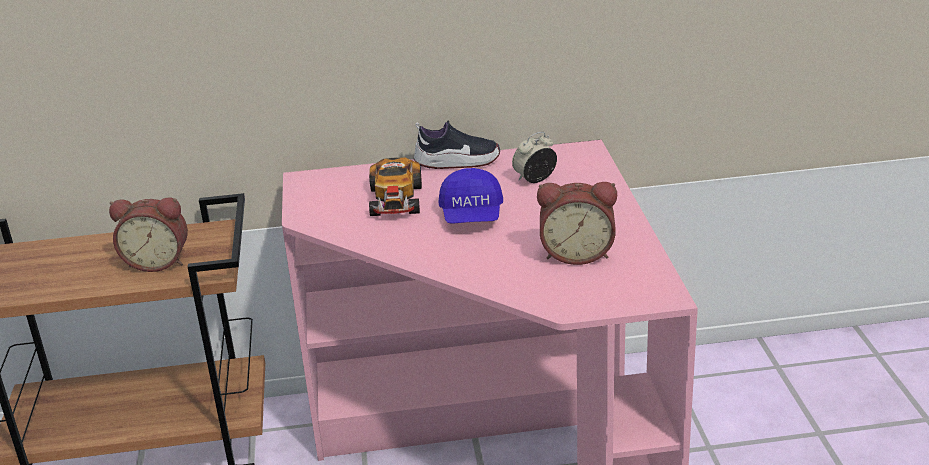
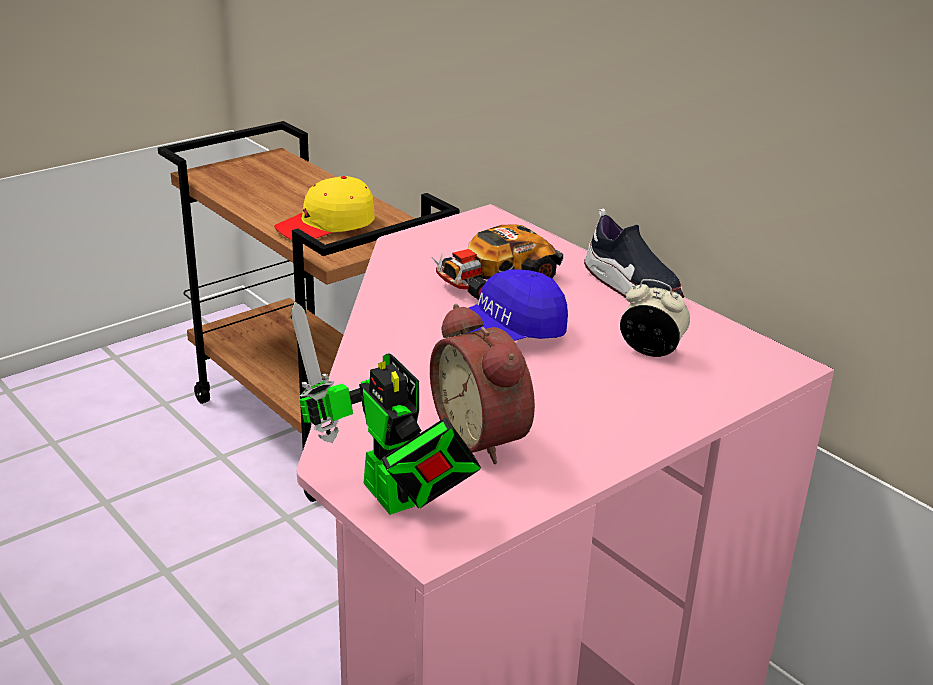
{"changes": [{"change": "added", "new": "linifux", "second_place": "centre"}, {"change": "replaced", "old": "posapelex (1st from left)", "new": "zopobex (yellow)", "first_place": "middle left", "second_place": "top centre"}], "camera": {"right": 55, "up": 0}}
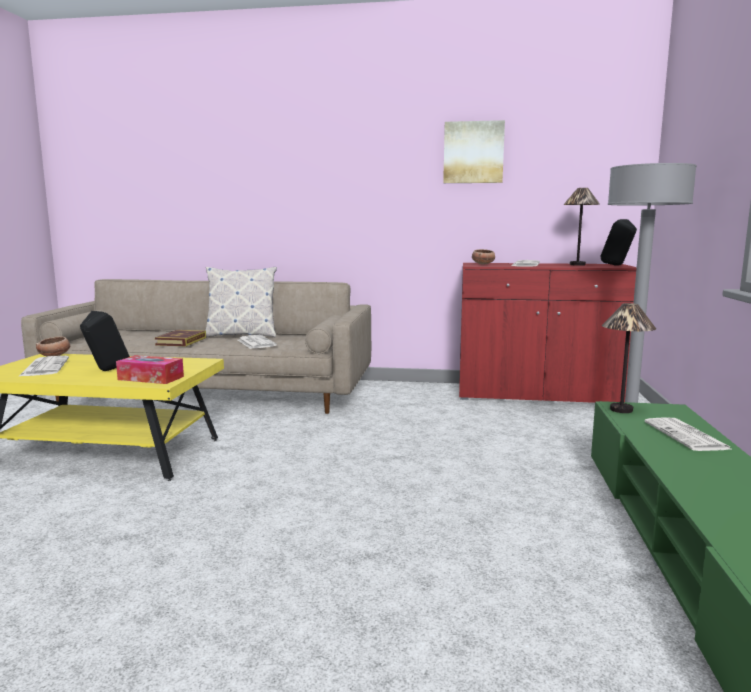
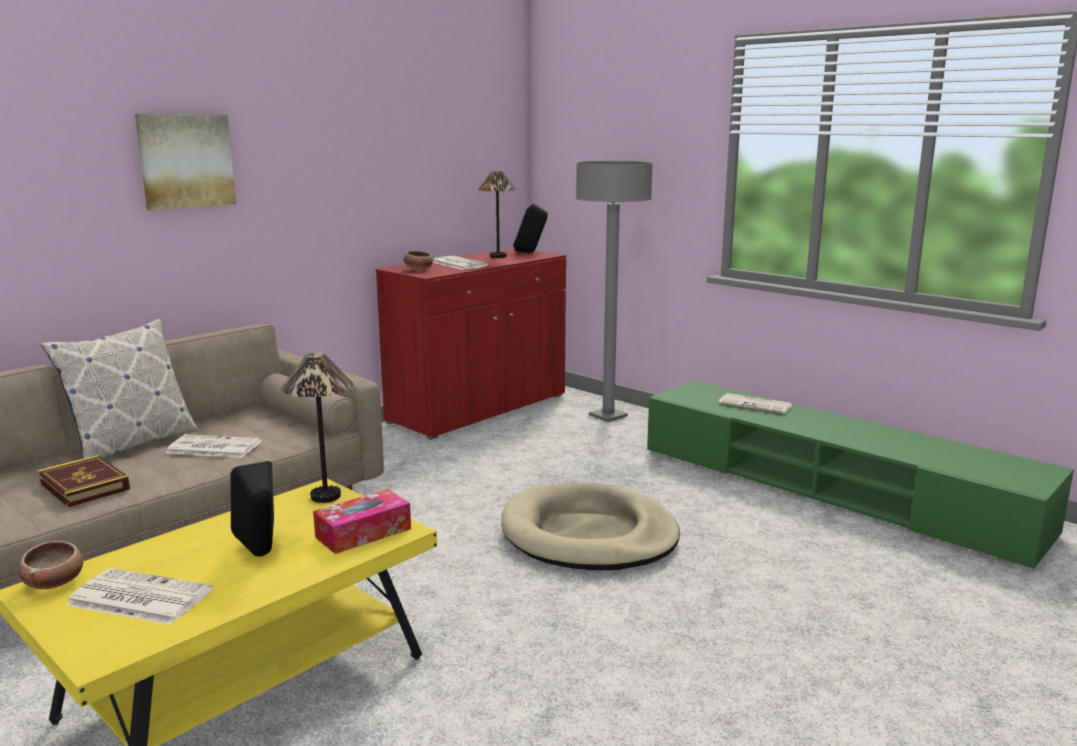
{"changes": [{"change": "added", "new": "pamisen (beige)", "second_place": "bottom centre"}, {"change": "moved", "old": "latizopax", "first_place": "top centre", "second_place": "top left"}, {"change": "moved", "old": "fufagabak (2nd from left in the first image)", "new": "fufagabak (1st from left)", "first_place": "middle right", "second_place": "middle left"}], "camera": {"right": -55, "up": 5}}
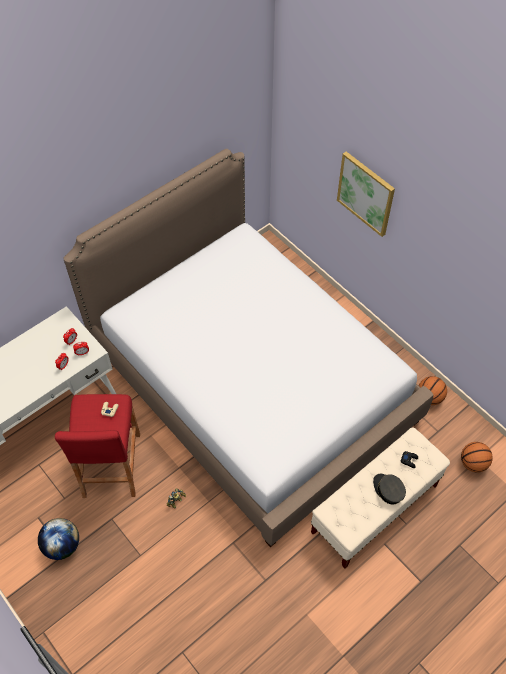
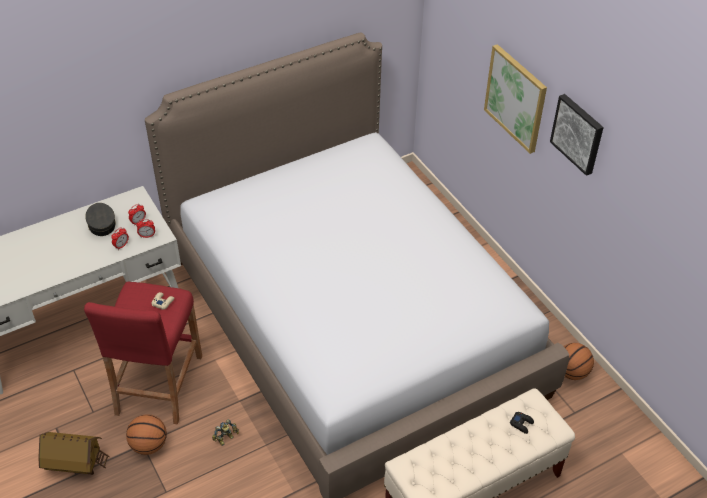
{"changes": [{"change": "added", "new": "latizopax (2nd from left)", "second_place": "top right"}, {"change": "moved", "old": "zopobex (grey)", "first_place": "bottom right", "second_place": "middle left"}, {"change": "moved", "old": "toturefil (2nd from left in the first image)", "new": "toturefil (1st from left)", "first_place": "bottom right", "second_place": "bottom left"}, {"change": "replaced", "old": "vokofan", "new": "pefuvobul", "first_place": "bottom left", "second_place": "bottom left"}], "camera": {"right": 10, "up": -10}}
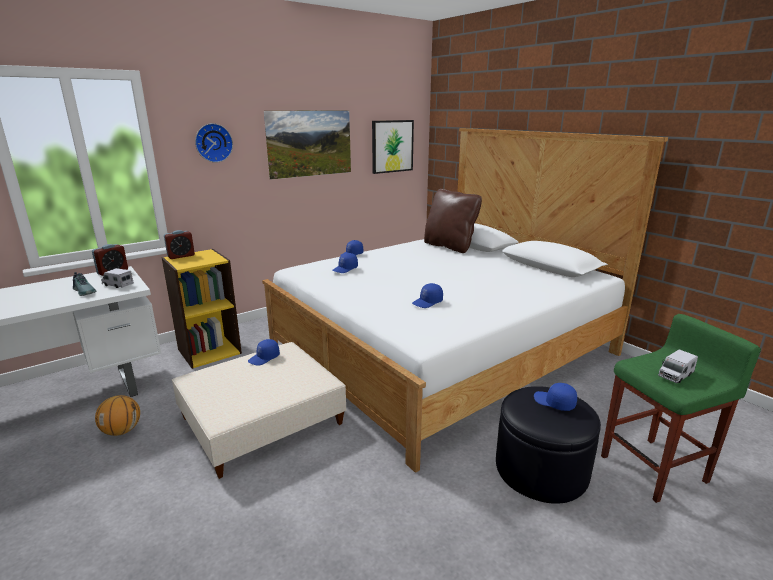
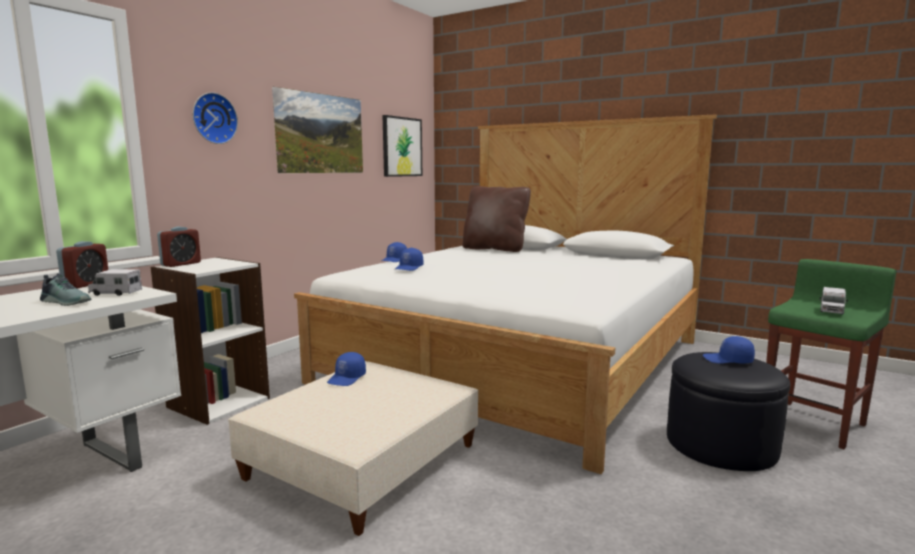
{"changes": [{"change": "removed", "old": "toturefil", "first_place": "bottom left"}, {"change": "removed", "old": "zopobex (blue) (4th from left)", "first_place": "centre"}, {"change": "recoloured", "old": "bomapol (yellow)", "new": "bomapol (white)", "first_place": "middle left", "second_place": "middle left"}], "camera": {"right": -20, "up": -10}}
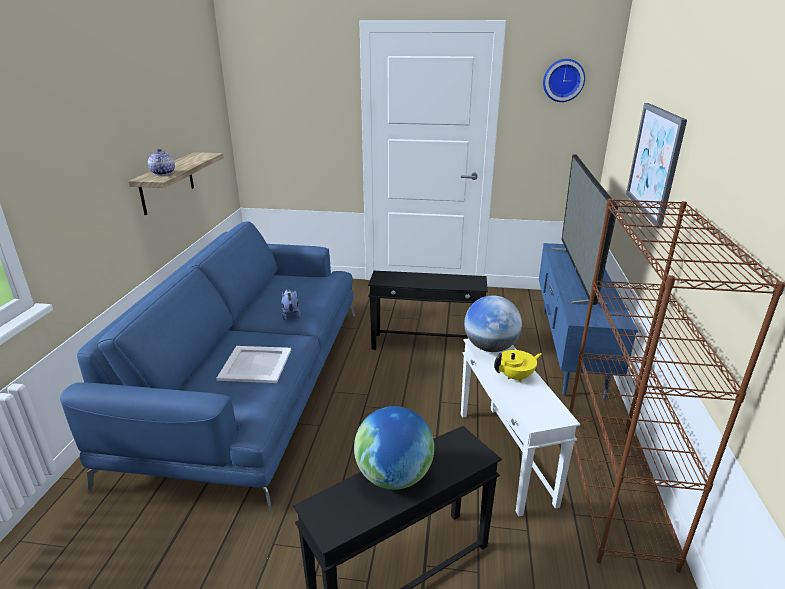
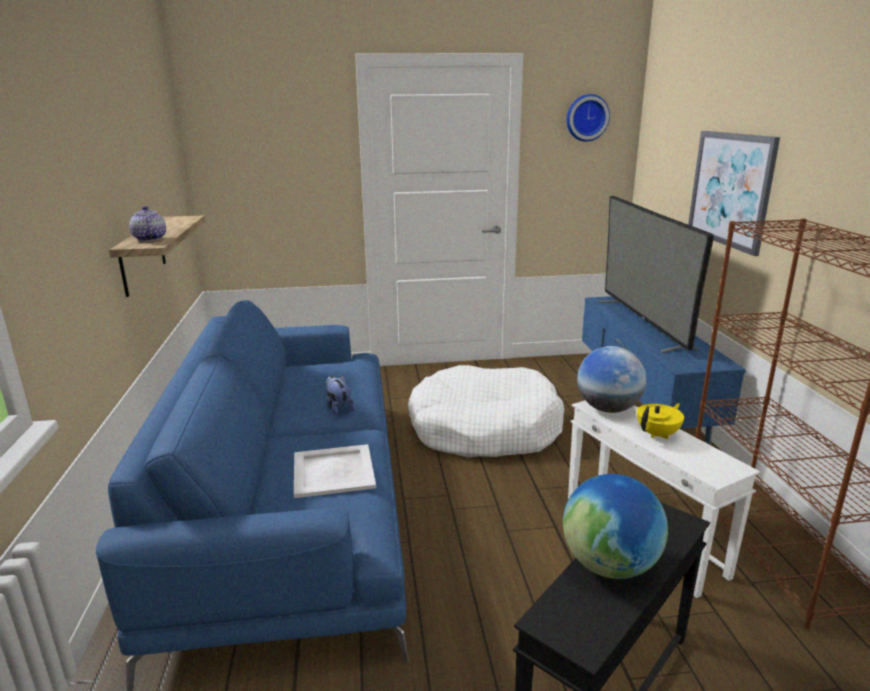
{"changes": [{"change": "replaced", "old": "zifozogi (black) (2nd from left)", "new": "pamisen (white)", "first_place": "centre", "second_place": "centre"}], "camera": {"right": -15, "up": -5}}
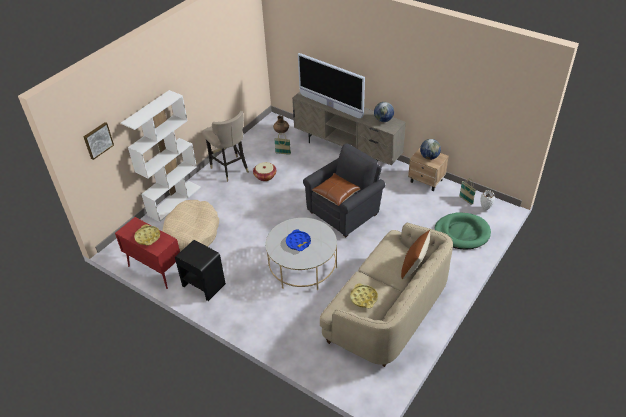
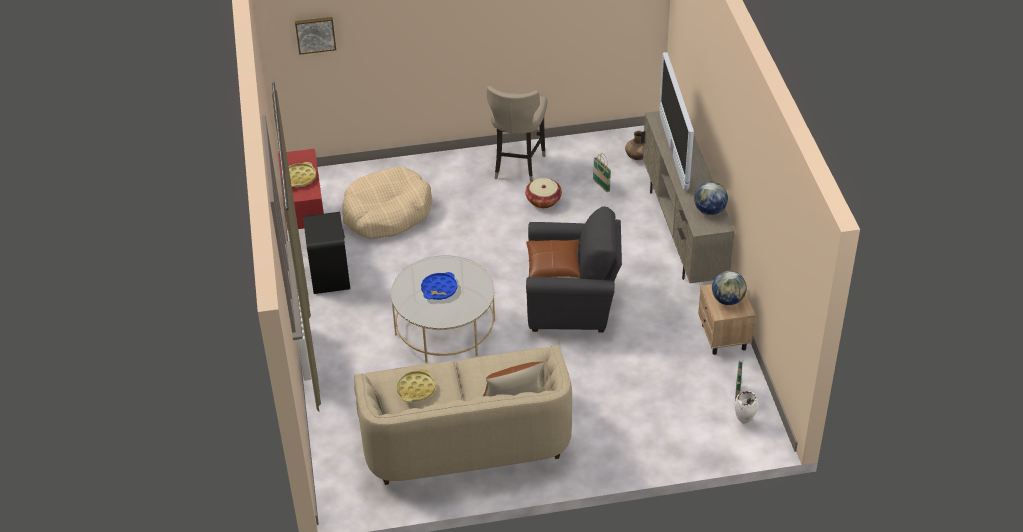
{"changes": [{"change": "removed", "old": "bomapol (white)", "first_place": "middle left"}, {"change": "removed", "old": "pamisen (green)", "first_place": "middle right"}], "camera": {"right": 45, "up": 0}}
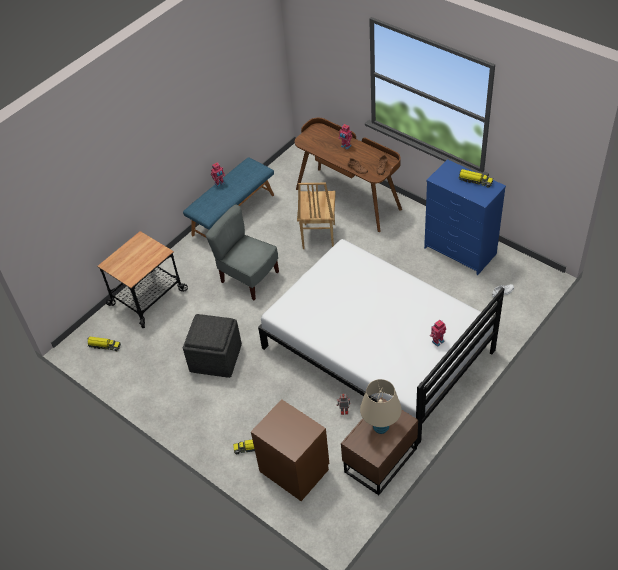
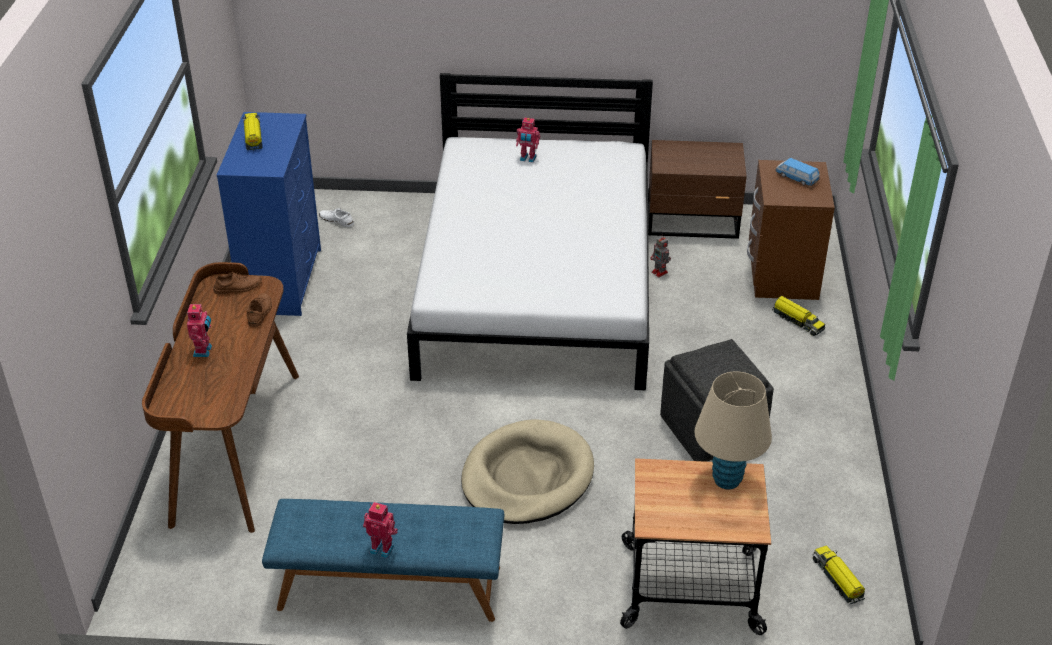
{"changes": [{"change": "removed", "old": "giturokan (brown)", "first_place": "centre"}, {"change": "added", "new": "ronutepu", "second_place": "top right"}, {"change": "moved", "old": "fufagabak (beige)", "first_place": "bottom centre", "second_place": "bottom right"}, {"change": "replaced", "old": "giturokan (grey)", "new": "pamisen (beige)", "first_place": "centre", "second_place": "bottom centre"}], "camera": {"right": -130, "up": -10}}
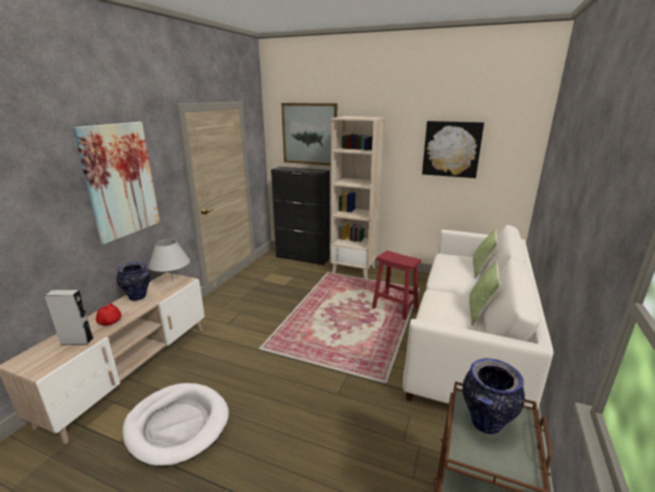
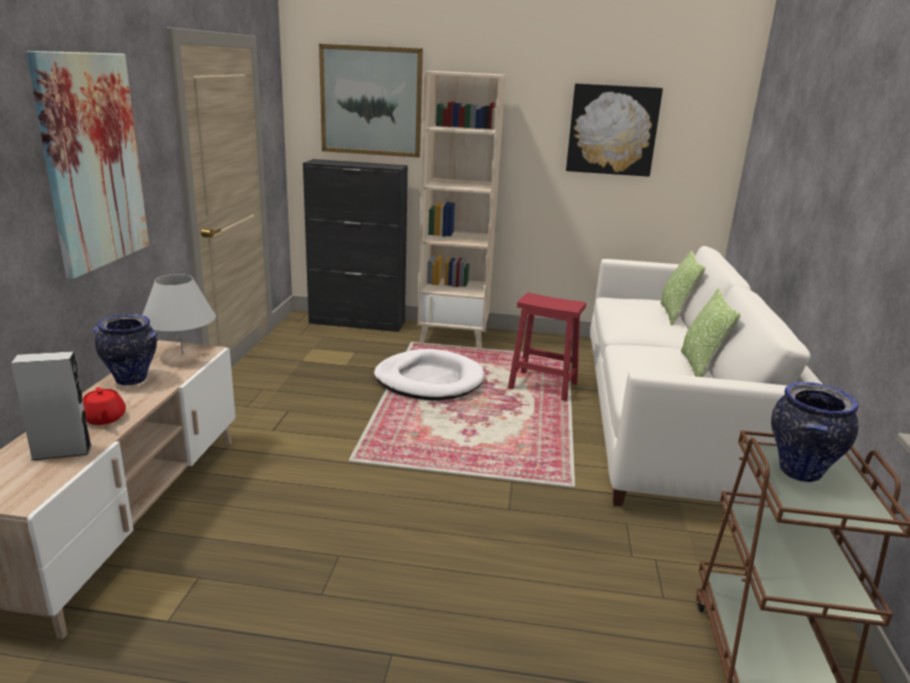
{"changes": [{"change": "moved", "old": "pamisen (white)", "first_place": "bottom left", "second_place": "centre"}], "camera": {"right": -15, "up": 0}}
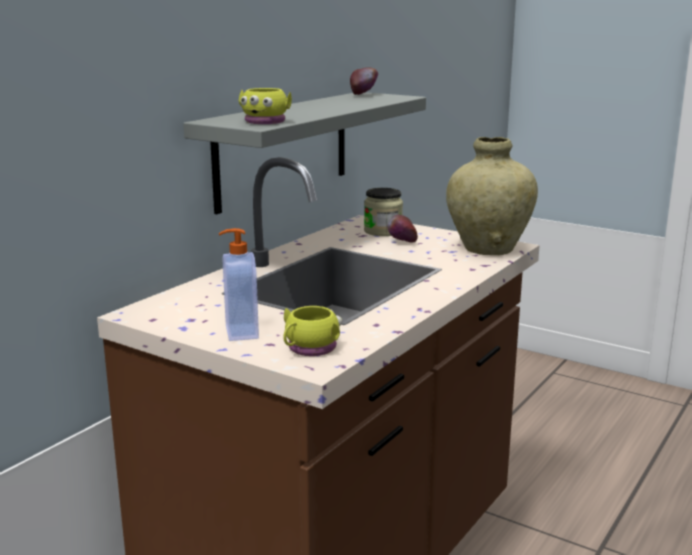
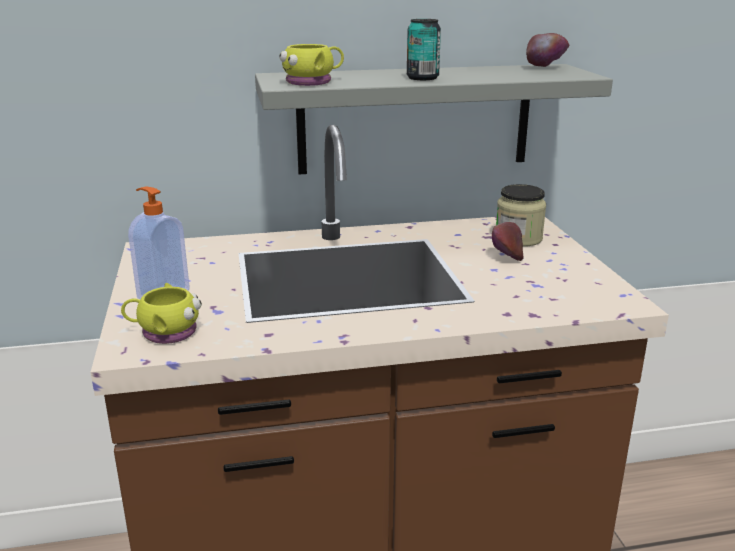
{"changes": [{"change": "removed", "old": "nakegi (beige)", "first_place": "middle right"}, {"change": "added", "new": "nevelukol", "second_place": "top centre"}], "camera": {"right": 45, "up": 5}}
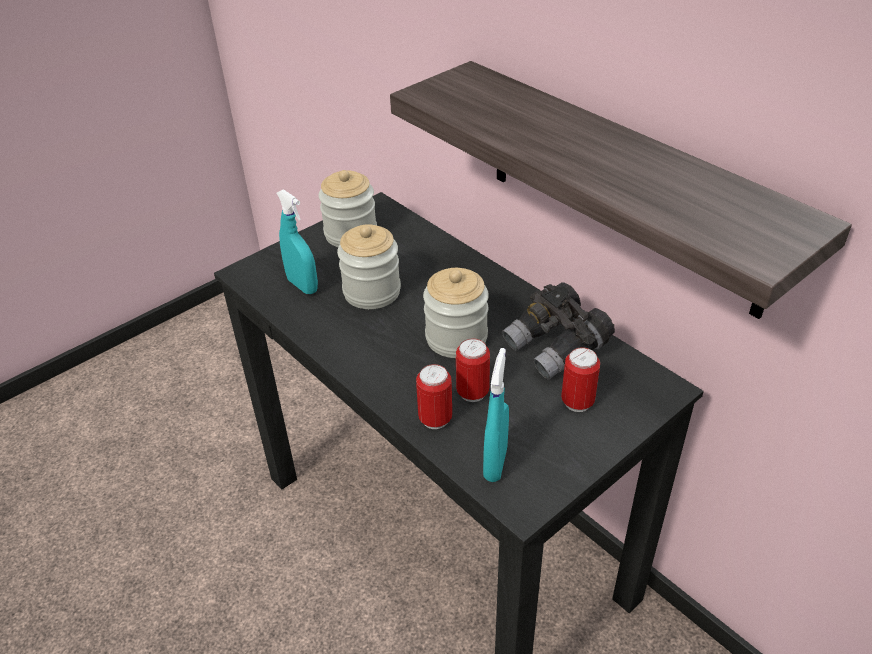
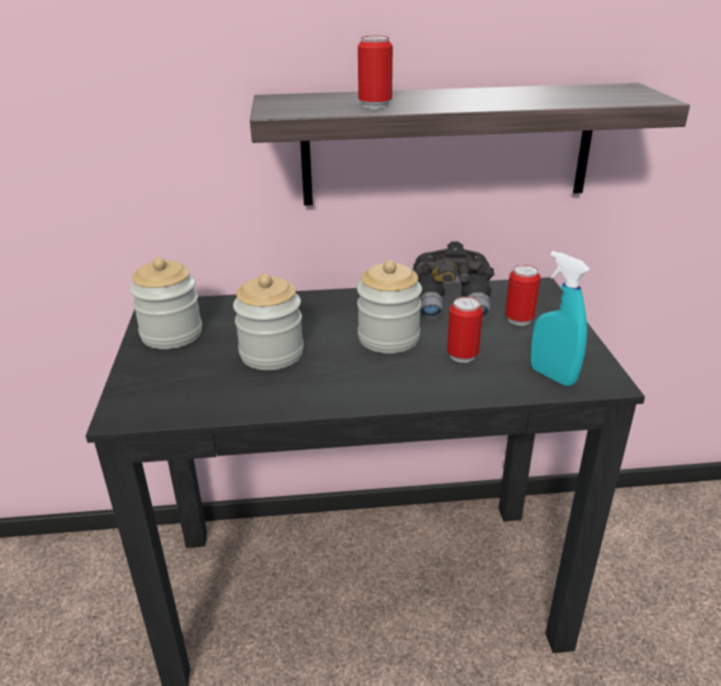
{"changes": [{"change": "removed", "old": "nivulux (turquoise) (1st from left)", "first_place": "centre"}, {"change": "moved", "old": "nevelukol (1st from left)", "first_place": "centre", "second_place": "top centre"}], "camera": {"right": -55, "up": -10}}
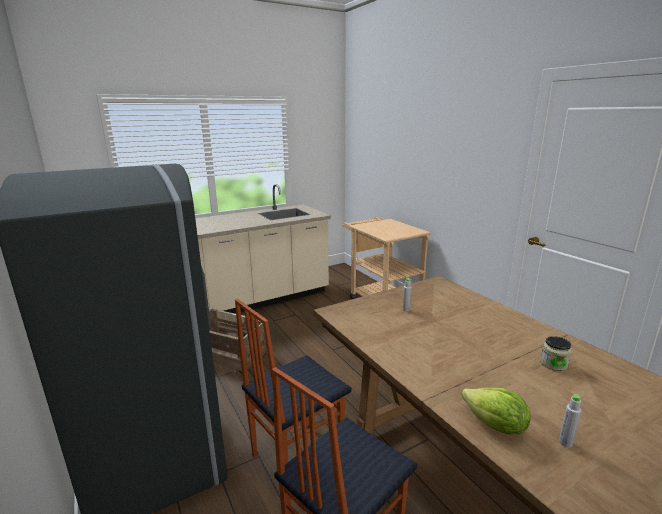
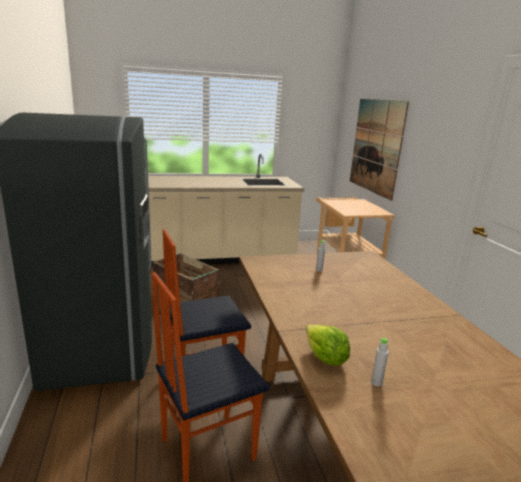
{"changes": [{"change": "removed", "old": "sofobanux", "first_place": "bottom right"}, {"change": "added", "new": "latizopax", "second_place": "top right"}], "camera": {"right": 15, "up": 0}}
